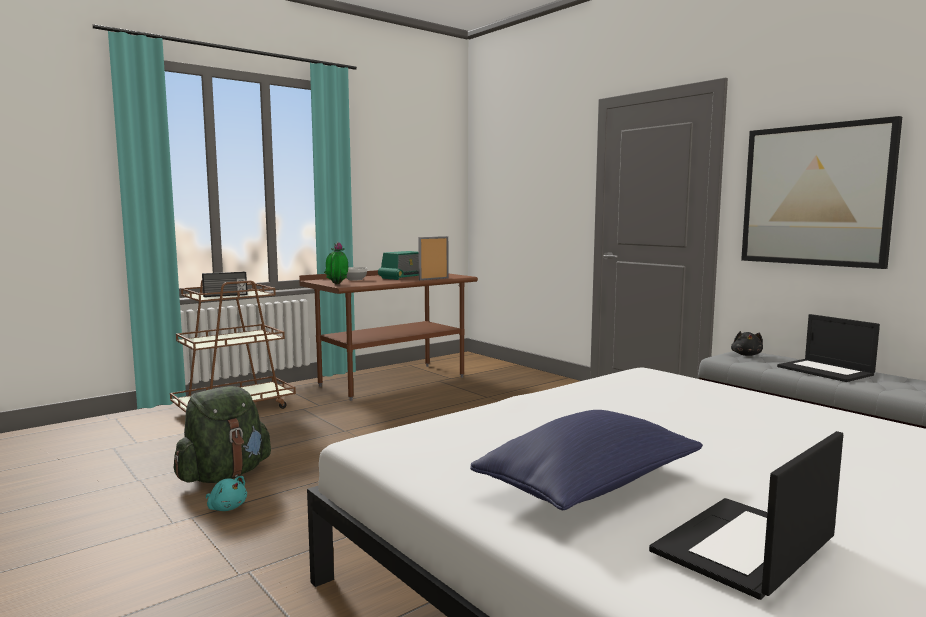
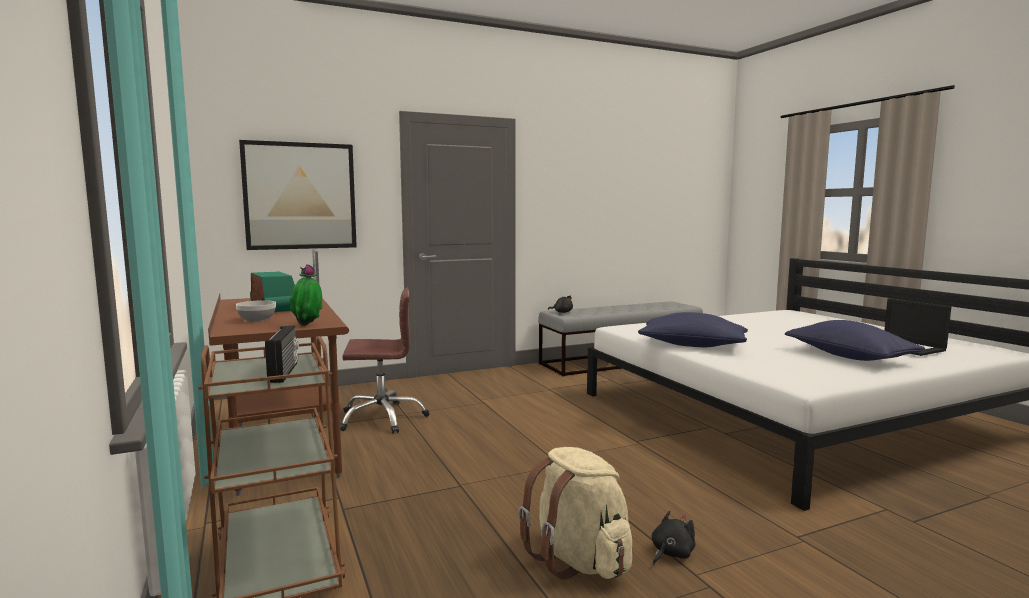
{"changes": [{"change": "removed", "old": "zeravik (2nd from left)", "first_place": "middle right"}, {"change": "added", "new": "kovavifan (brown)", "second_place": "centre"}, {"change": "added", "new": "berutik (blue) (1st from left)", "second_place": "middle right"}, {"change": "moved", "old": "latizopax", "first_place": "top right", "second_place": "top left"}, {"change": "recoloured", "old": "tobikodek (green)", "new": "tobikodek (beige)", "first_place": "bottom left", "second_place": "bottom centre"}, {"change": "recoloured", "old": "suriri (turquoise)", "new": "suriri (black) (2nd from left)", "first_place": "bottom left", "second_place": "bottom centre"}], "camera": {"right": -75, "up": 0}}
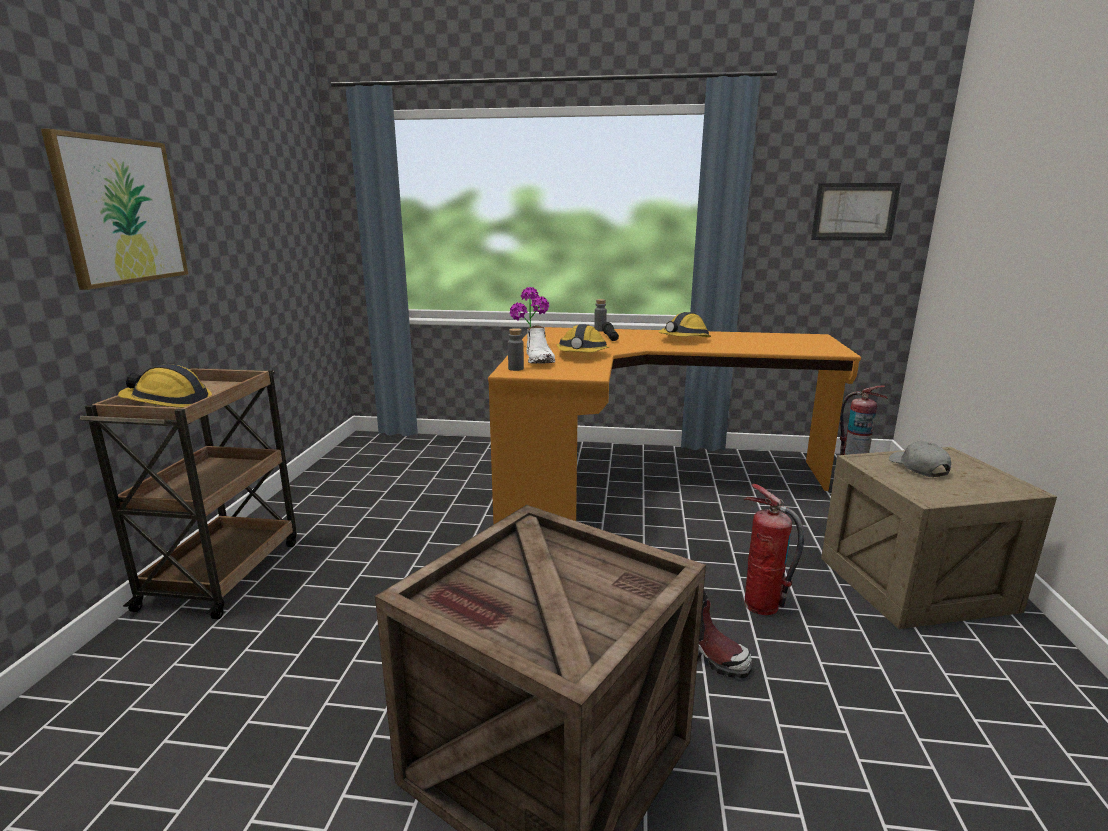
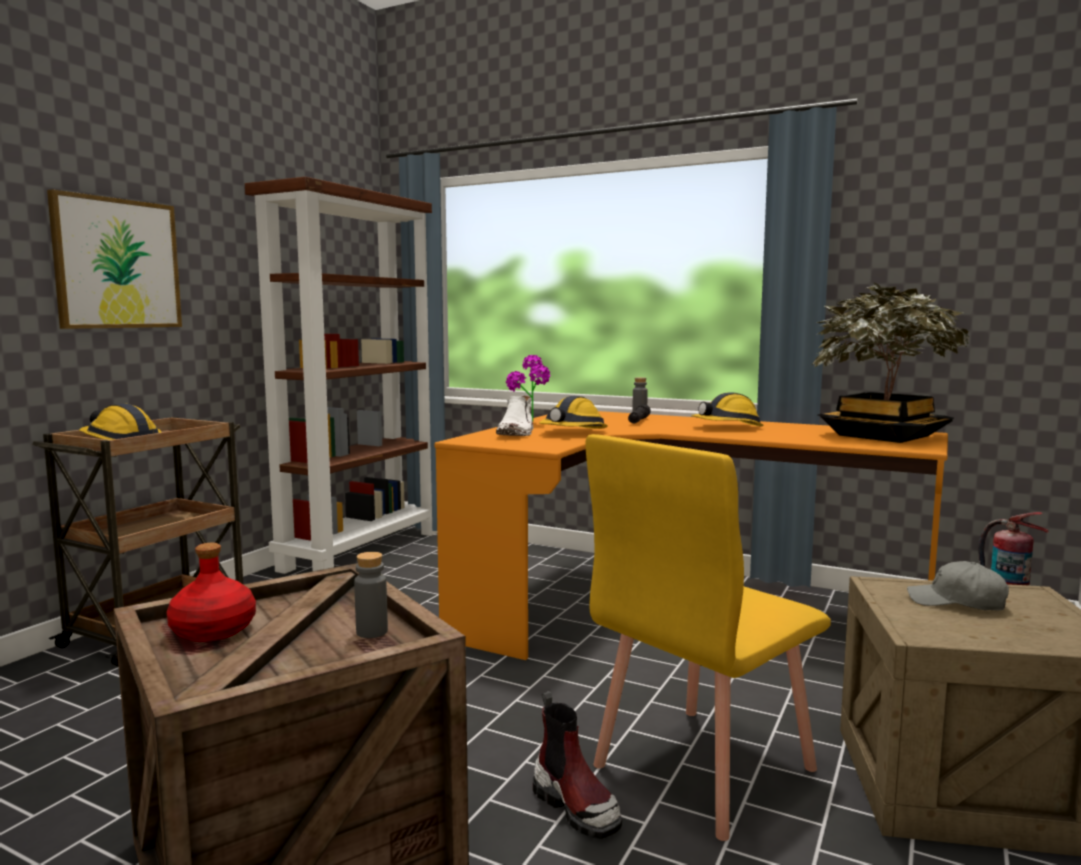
{"changes": [{"change": "removed", "old": "latizopax (2nd from left)", "first_place": "top right"}, {"change": "added", "new": "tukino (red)", "second_place": "bottom left"}, {"change": "added", "new": "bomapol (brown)", "second_place": "middle left"}, {"change": "added", "new": "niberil (2nd from left)", "second_place": "middle right"}, {"change": "moved", "old": "tukino (grey) (1st from left)", "first_place": "centre", "second_place": "bottom centre"}, {"change": "replaced", "old": "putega (1st from left)", "new": "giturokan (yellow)", "first_place": "middle right", "second_place": "bottom centre"}, {"change": "turned", "old": "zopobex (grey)", "first_place": "middle right", "second_place": "bottom right", "degrees": -75}], "camera": {"right": 20, "up": -10}}
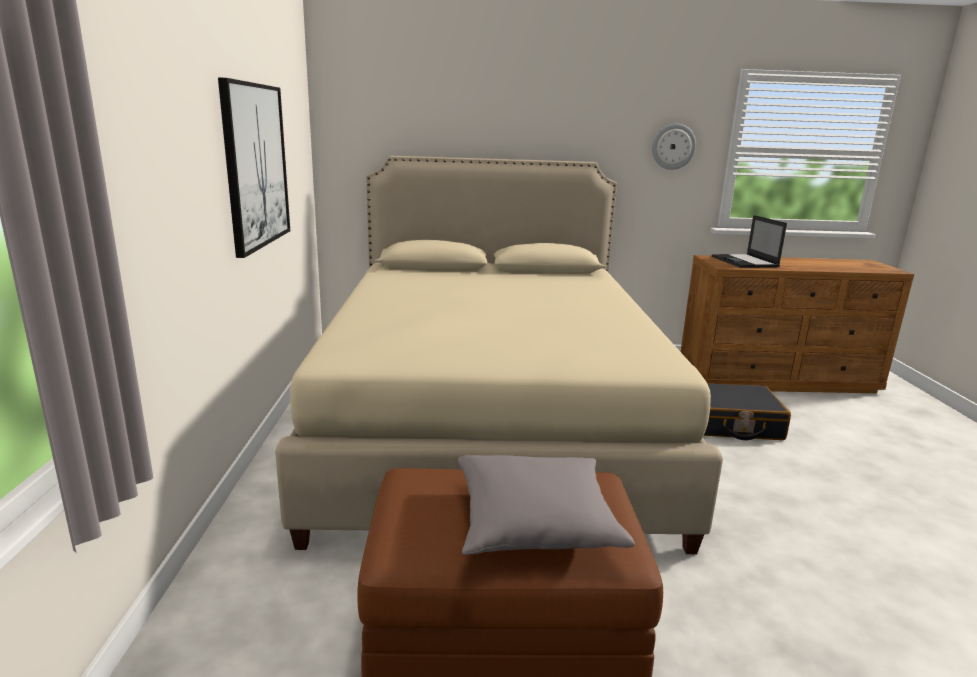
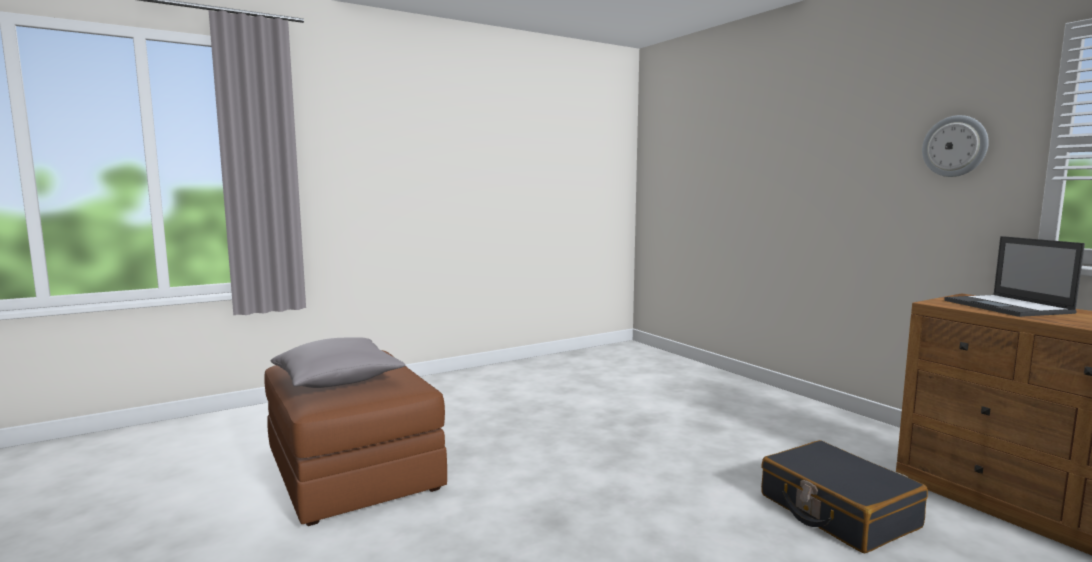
{"changes": [{"change": "removed", "old": "latizopax", "first_place": "top left"}, {"change": "removed", "old": "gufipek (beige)", "first_place": "centre"}, {"change": "turned", "old": "zeravik", "first_place": "middle right", "second_place": "middle right", "degrees": -60}], "camera": {"right": 60, "up": -10}}
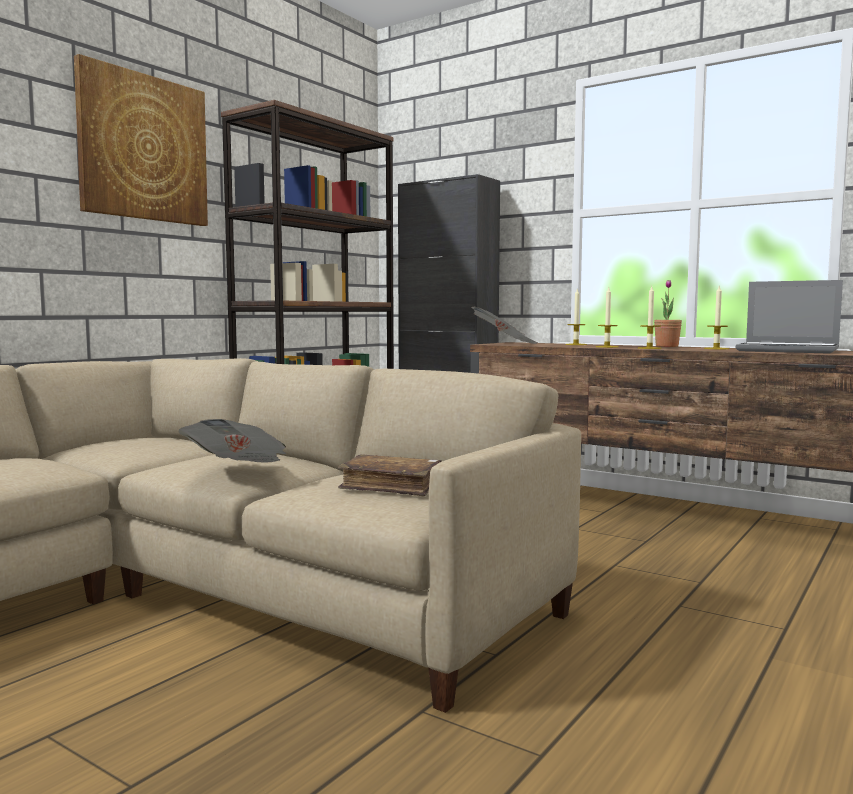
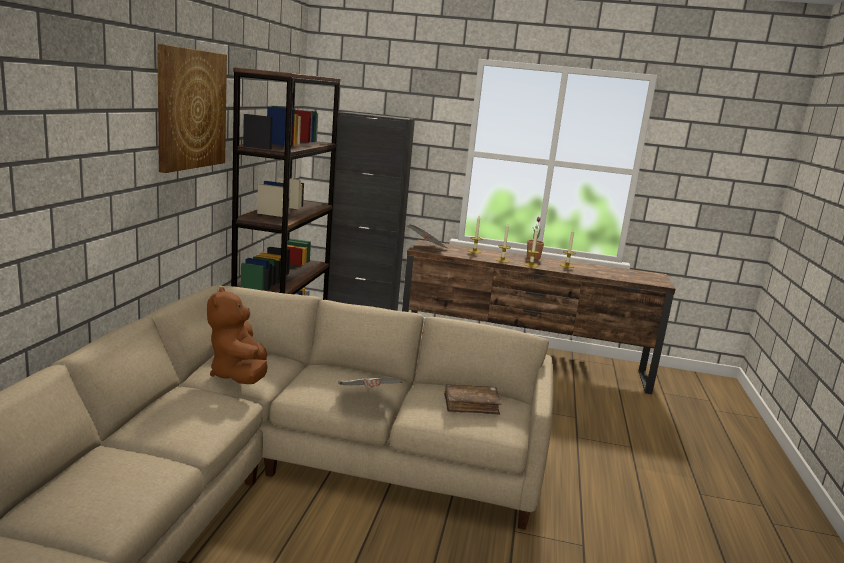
{"changes": [{"change": "removed", "old": "zeravik", "first_place": "middle right"}, {"change": "added", "new": "suriri (brown)", "second_place": "middle left"}], "camera": {"right": -25, "up": 10}}
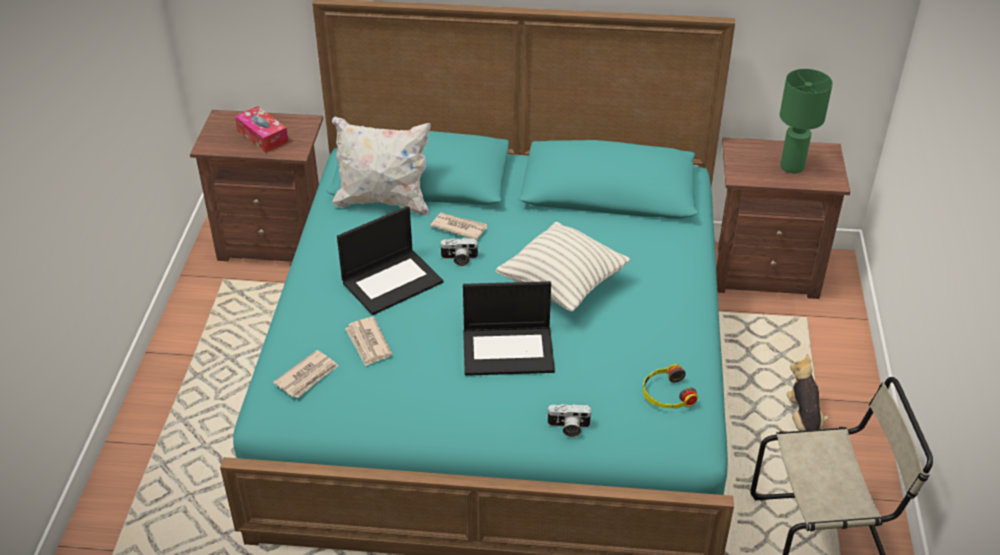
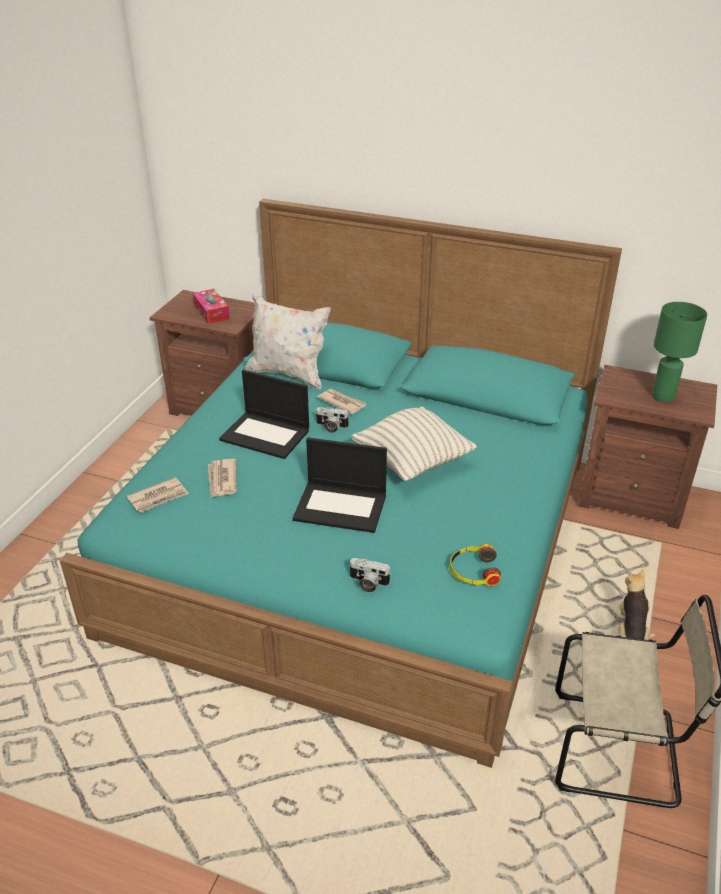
{"changes": [{"change": "turned", "old": "zeravik (1st from left)", "first_place": "centre", "second_place": "centre", "degrees": 45}], "camera": {"right": 15, "up": -5}}
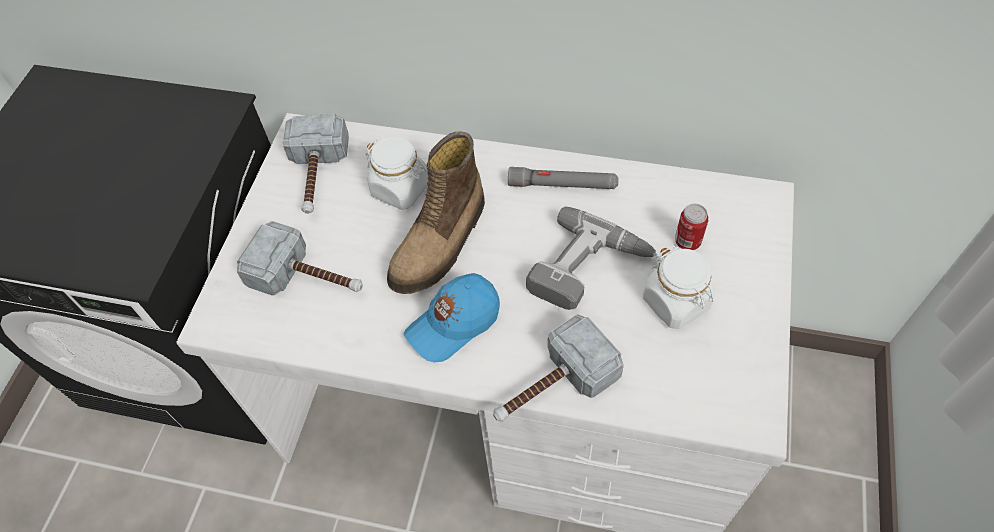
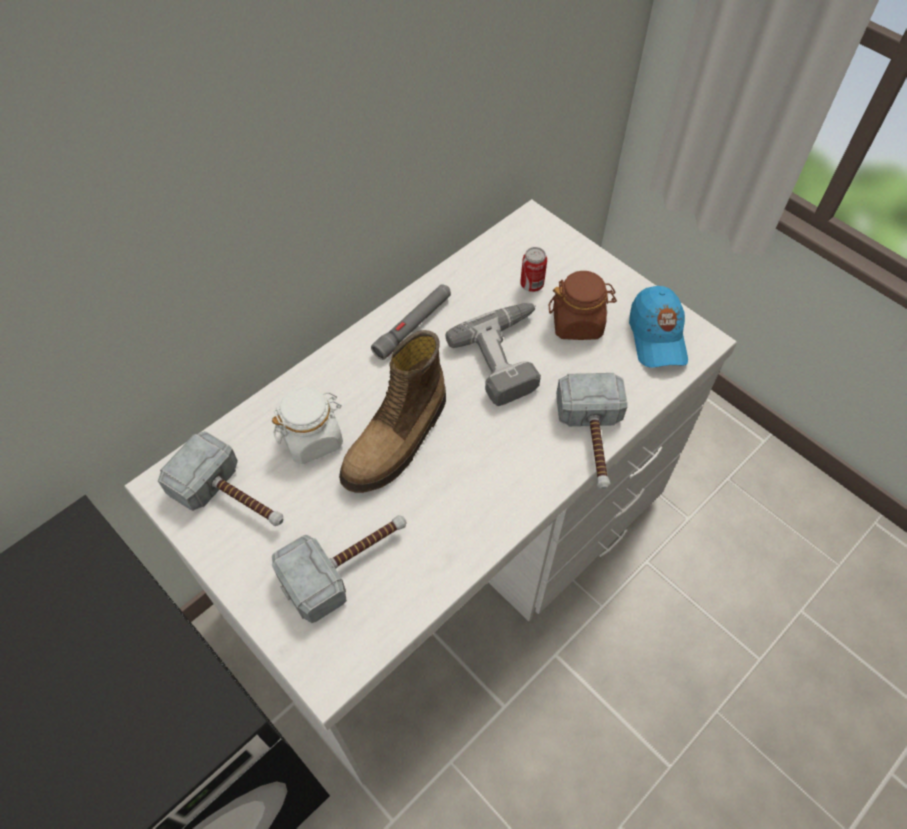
{"changes": [{"change": "moved", "old": "zopobex (blue)", "first_place": "centre", "second_place": "middle right"}, {"change": "recoloured", "old": "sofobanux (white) (2nd from left)", "new": "sofobanux (brown)", "first_place": "middle right", "second_place": "centre"}, {"change": "turned", "old": "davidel", "first_place": "centre", "second_place": "centre", "degrees": 60}], "camera": {"right": -60, "up": 0}}
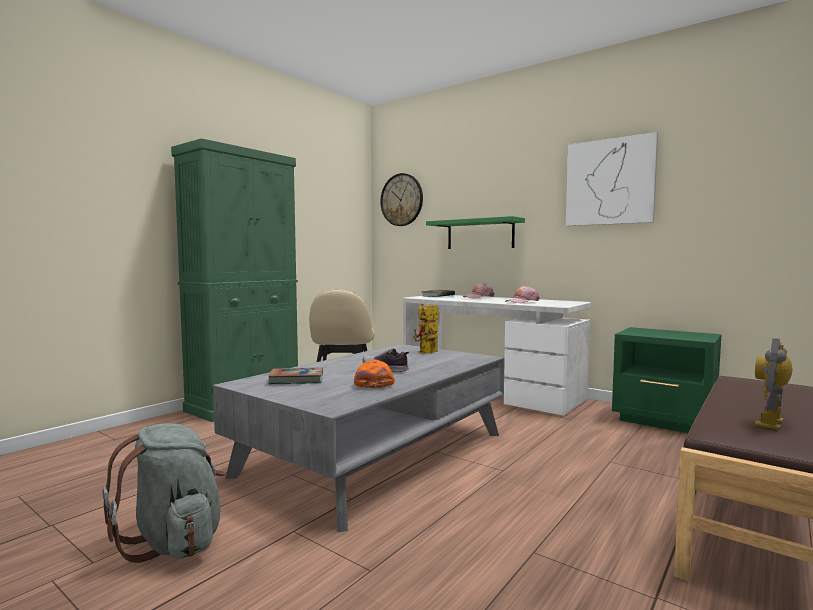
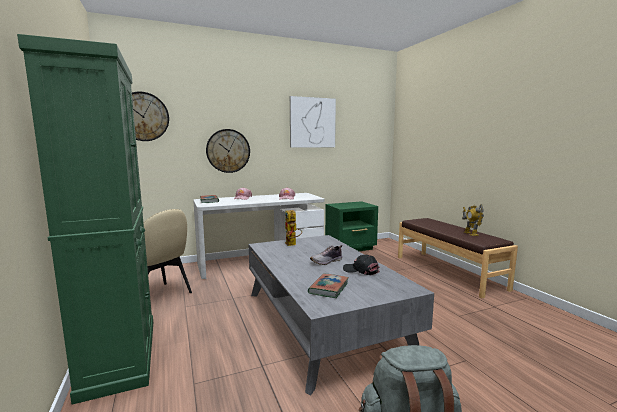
{"changes": [{"change": "replaced", "old": "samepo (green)", "new": "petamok (2nd from left)", "first_place": "centre", "second_place": "centre"}, {"change": "recoloured", "old": "zopobex (orange)", "new": "zopobex (black)", "first_place": "centre", "second_place": "centre"}], "camera": {"right": -60, "up": 5}}
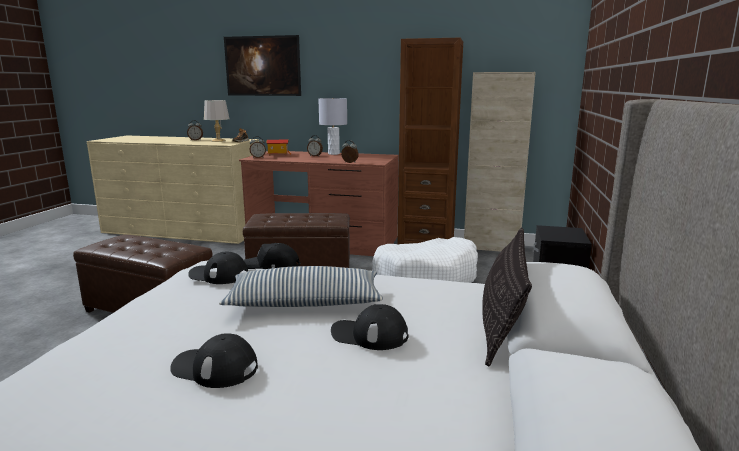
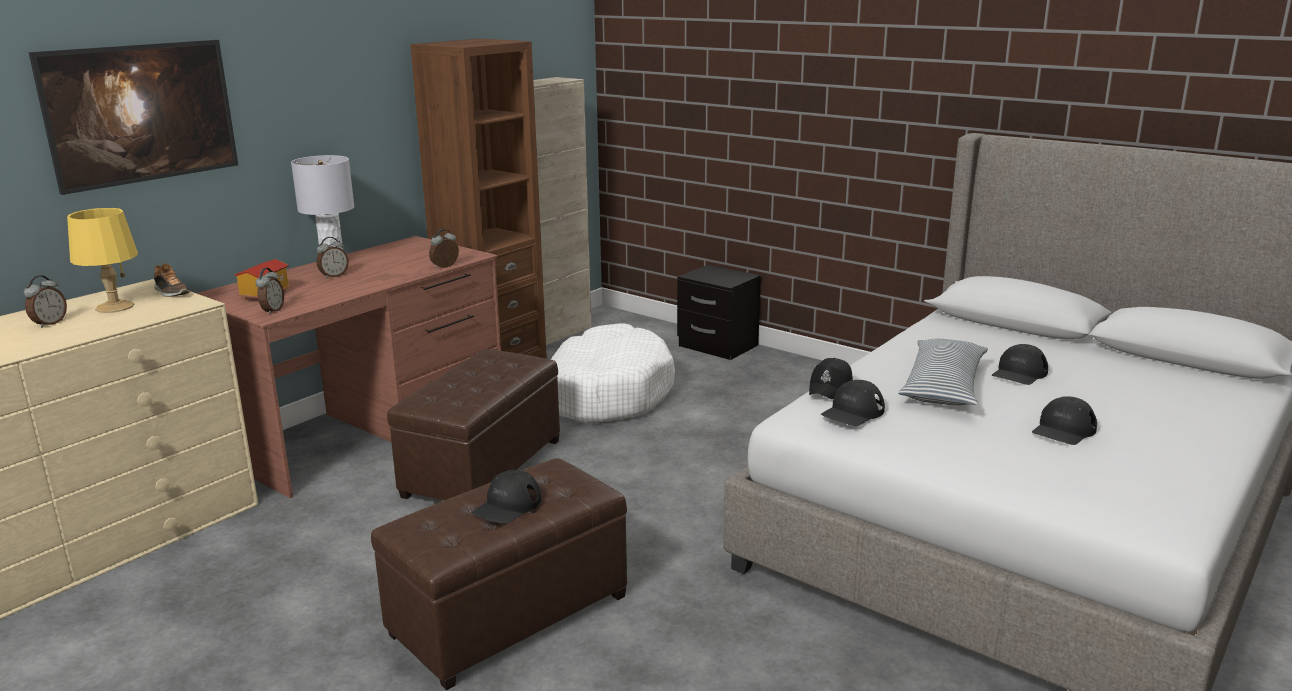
{"changes": [{"change": "removed", "old": "berutik (2nd from left)", "first_place": "middle right"}, {"change": "added", "new": "zopobex (black) (1st from left)", "second_place": "bottom centre"}, {"change": "recoloured", "old": "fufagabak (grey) (1st from left)", "new": "fufagabak (yellow)", "first_place": "top left", "second_place": "middle left"}], "camera": {"right": -65, "up": 5}}
